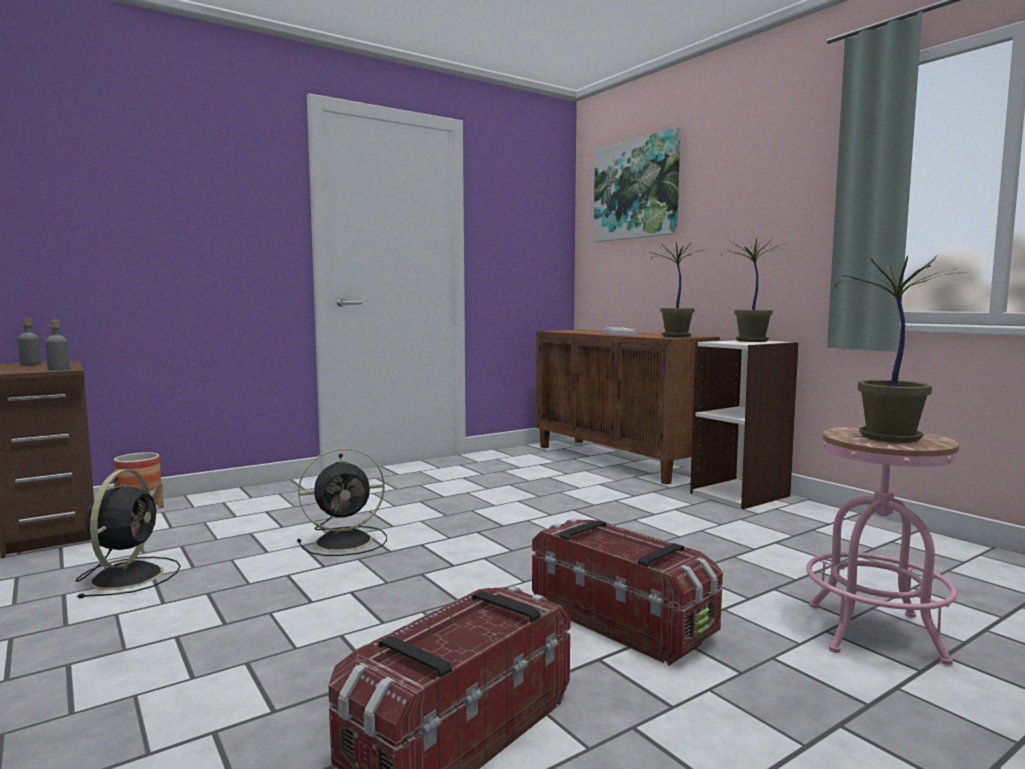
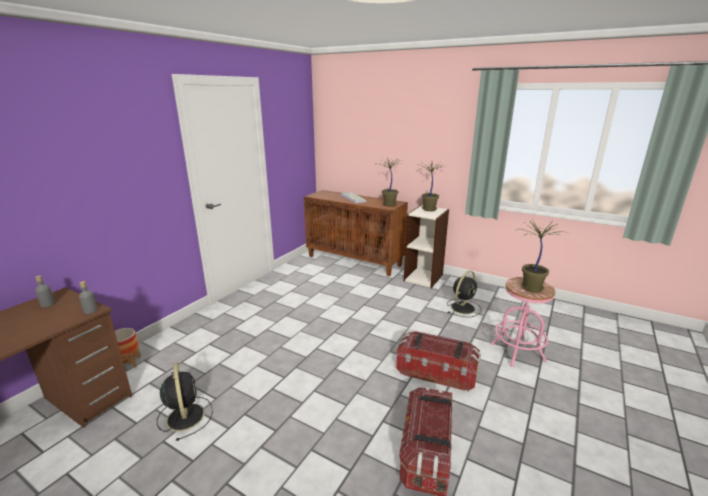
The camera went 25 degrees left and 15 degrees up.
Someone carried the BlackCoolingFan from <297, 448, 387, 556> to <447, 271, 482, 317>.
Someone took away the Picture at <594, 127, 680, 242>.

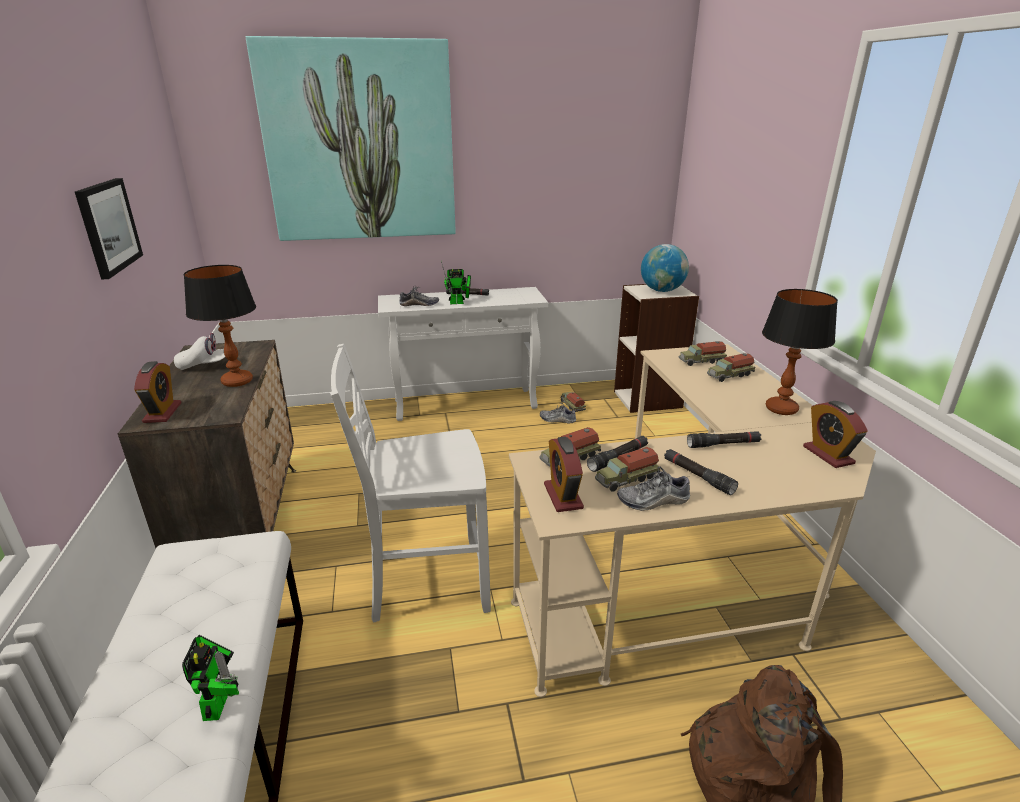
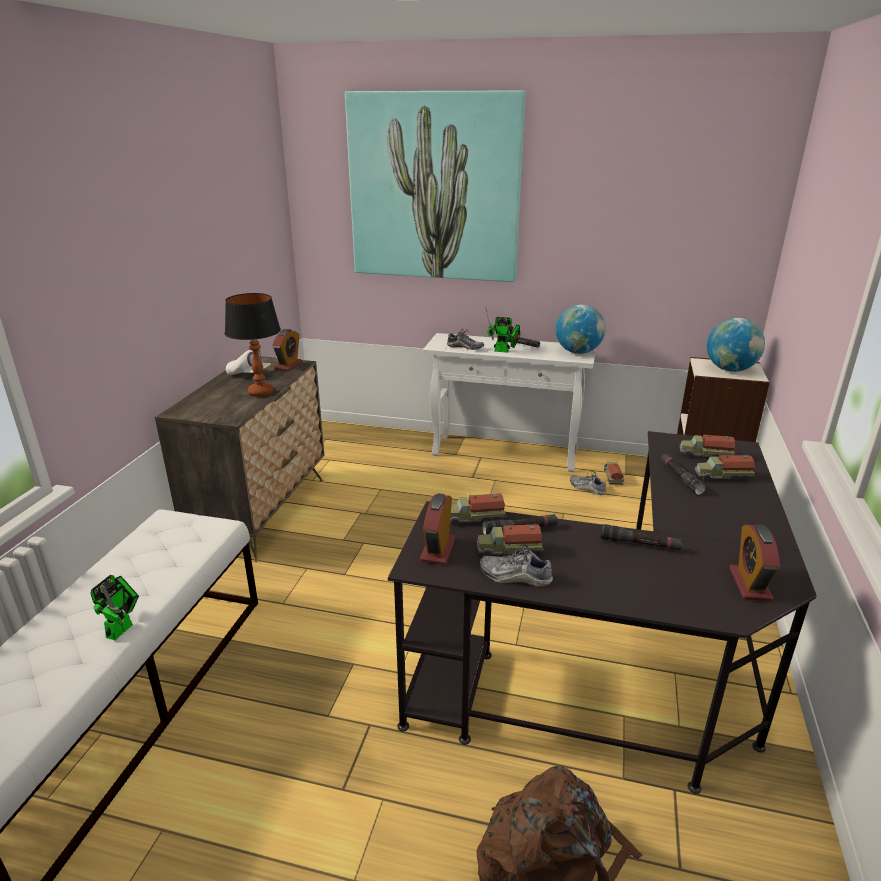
The camera went 25 degrees right and 0 degrees up.
Someone carried the TableClock from <134, 361, 182, 423> to <273, 329, 303, 371>.
Someone repainted the BeigeDeskTable at <509, 344, 876, 697>, which became the BlackDeskTable at <388, 431, 817, 794>.
Someone put down the WorldGlobe at <556, 304, 605, 354>.
Someone carried the BlackHandTorch from <664, 449, 738, 495> to <661, 454, 706, 495>.
Someone took away the Picture at <75, 178, 143, 280>.
Someone took away the WhitishPlainChair at <330, 344, 491, 623>.
Someone took away the TabletopLamp at <762, 289, 838, 415>.

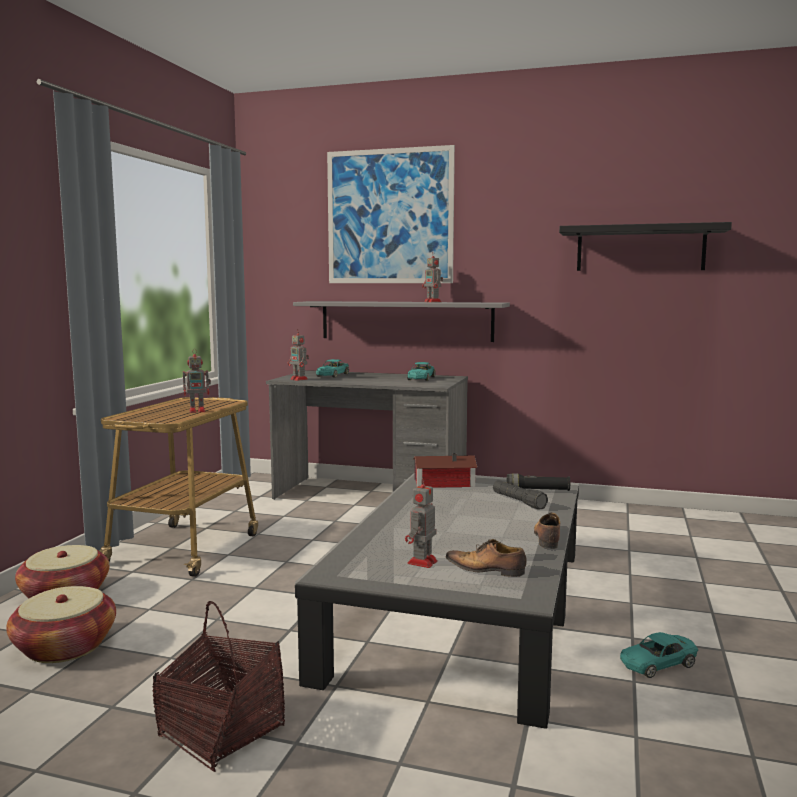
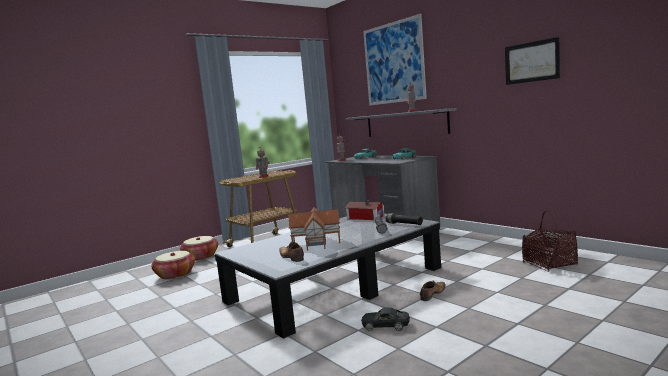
The camera went 35 degrees right and 0 degrees up.
Someone put down the ModelHouse at <288, 207, 340, 251>.
Someone repainted the TurquoiseColouredModelCar at <620, 632, 698, 678>, which became the BlackModelCar at <361, 308, 410, 331>.
Someone carried the LowShoe from <534, 512, 560, 549> to <420, 280, 446, 301>.
Someone swapped the BlackWallShelf at <559, 222, 732, 271> for the Picture at <505, 37, 560, 85>.
Someone carried the HouseholdBasket from <152, 601, 285, 772> to <522, 211, 578, 272>.
Someone took away the RobotFigure at <405, 477, 438, 568>.

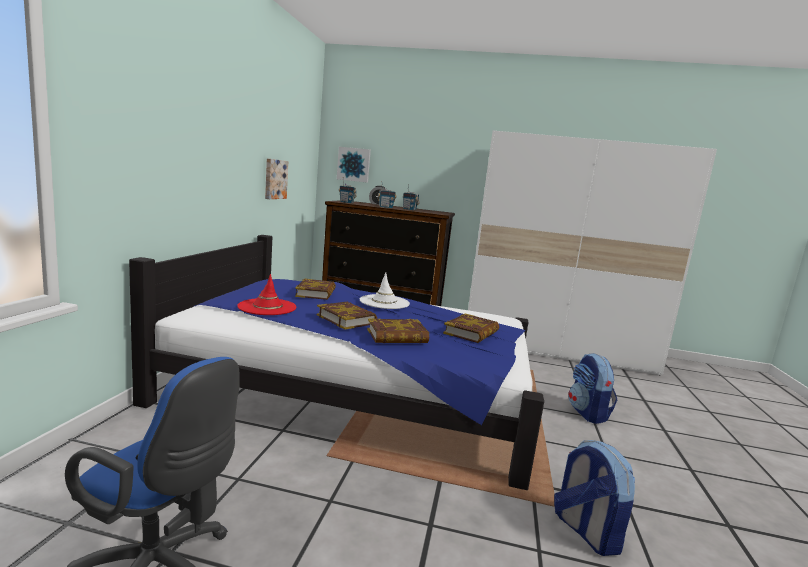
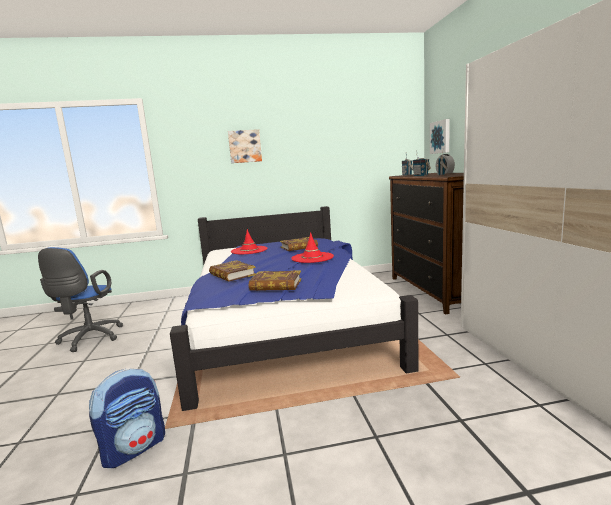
The camera went 70 degrees right and 0 degrees up.
Someone carried the Picture from <265, 158, 288, 199> to <228, 129, 262, 163>.
Someone repainted the WhitishWearableHat at <360, 272, 410, 309>, which became the RedColouredWearableHat at <291, 232, 334, 263>.
Someone took away the Volume at <317, 302, 377, 330>.
Someone took away the Rucksack at <568, 353, 617, 424>.

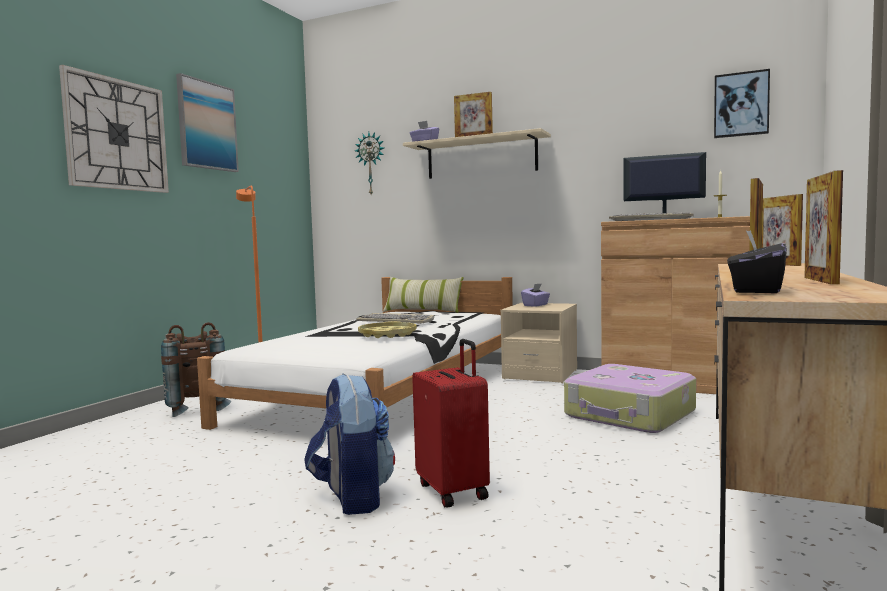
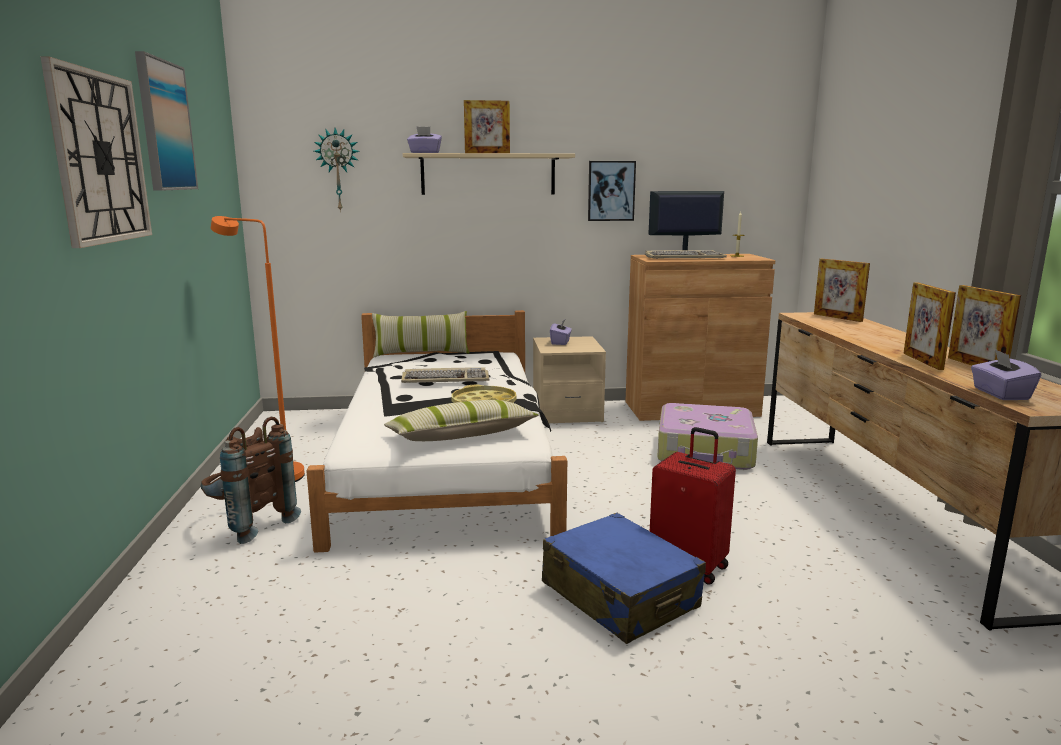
The camera went 30 degrees left and 10 degrees up.
Someone put down the ThrowPillow at <384, 400, 538, 441>.
Someone swapped the Rucksack at <304, 374, 395, 515> for the BlueTravelCase at <542, 513, 706, 644>.
Someone carried the Picture from <714, 69, 770, 138> to <588, 161, 636, 221>.
Someone repainted the BlackTissueBox at <727, 230, 787, 293>, which became the PurplishTissueBox at <971, 349, 1041, 400>.

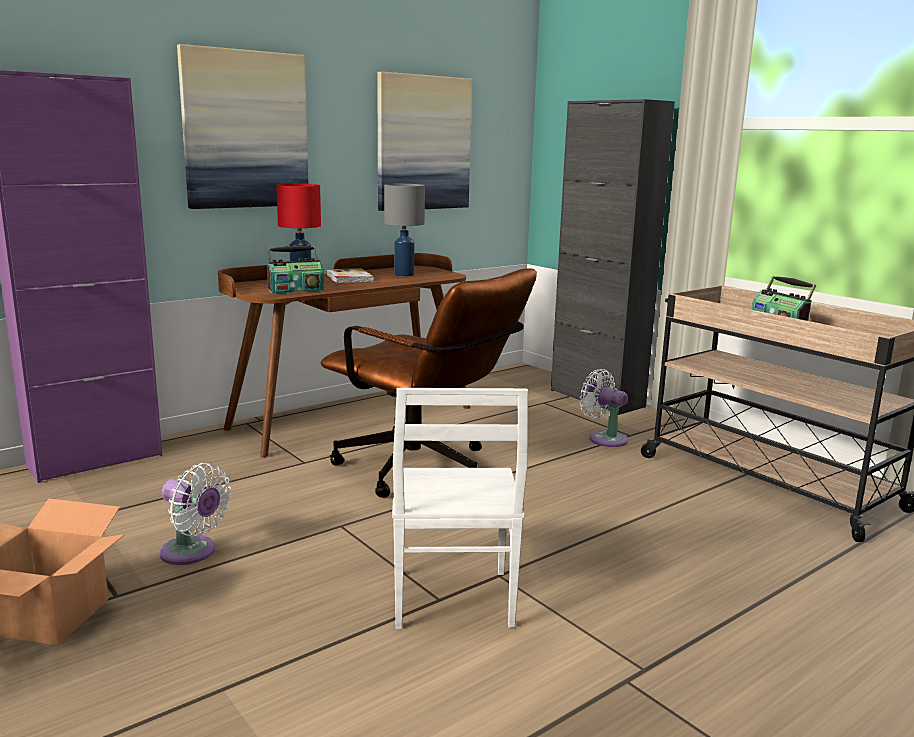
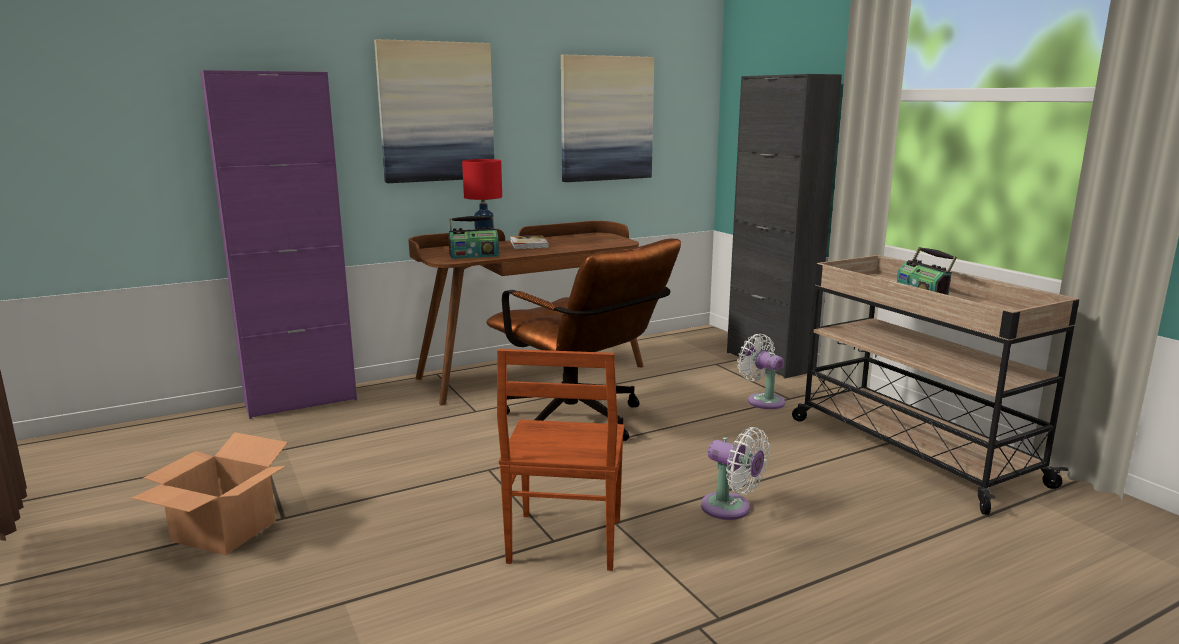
The camera went 10 degrees right and 0 degrees up.
Someone repainted the WhitishPlainChair at <392, 388, 528, 629>, which became the BrownPlainChair at <497, 349, 624, 571>.
Someone carried the WhitishCoolingFan from <159, 463, 231, 565> to <701, 427, 769, 520>.
Someone took away the GreyTabletopLamp at <384, 184, 425, 277>.

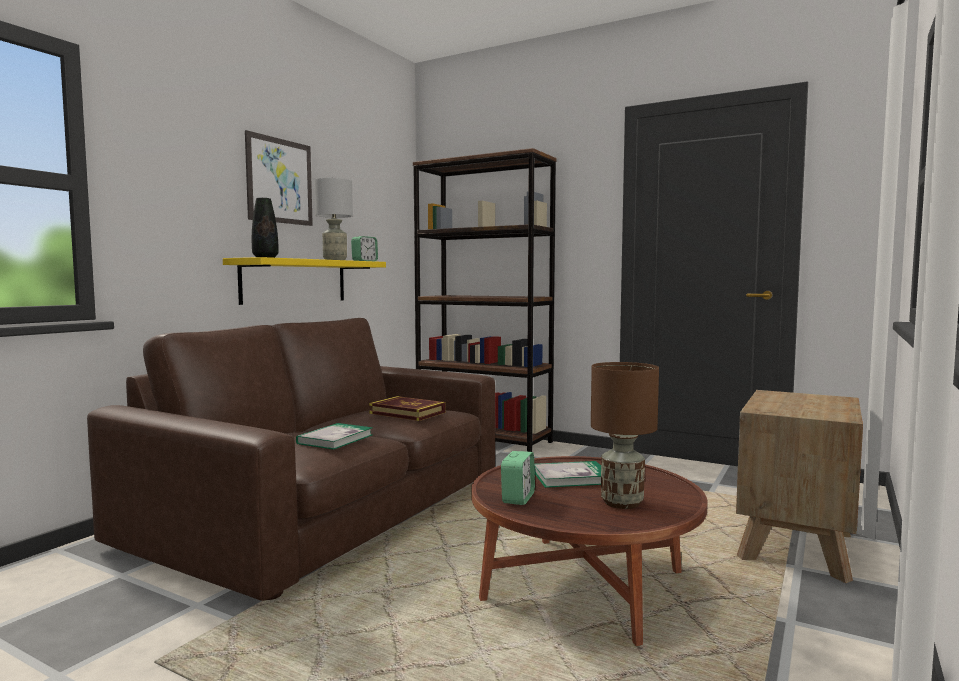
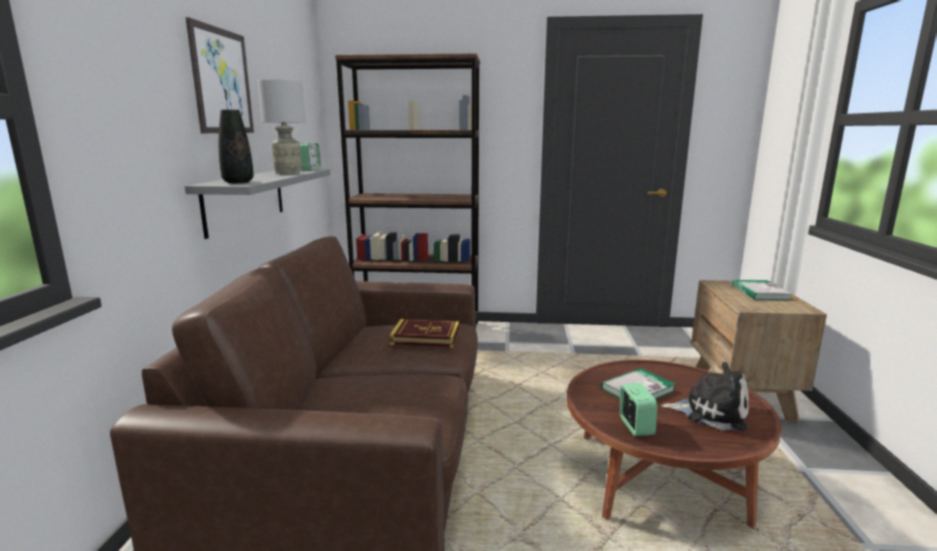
The camera went 25 degrees left and 10 degrees up.
Someone repainted the YellowishWallShelf at <223, 257, 386, 305>, which became the GreyWallShelf at <185, 169, 330, 239>.
Someone swapped the BrownTabletopLamp at <591, 362, 659, 509> for the PlushToy at <661, 362, 749, 431>.
Someone carried the Volume from <296, 423, 373, 450> to <732, 280, 792, 300>.

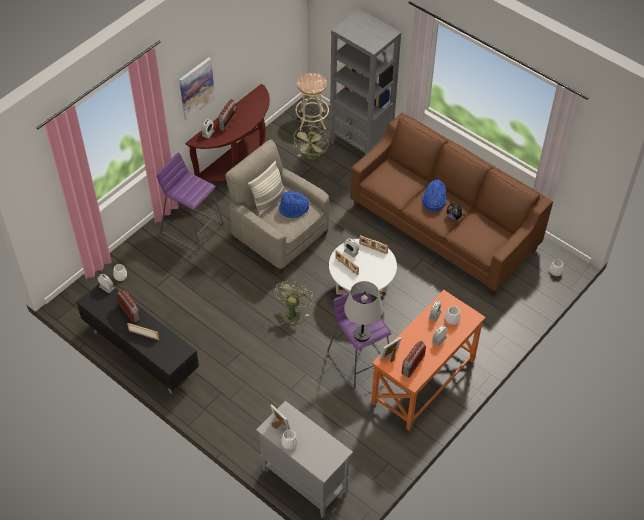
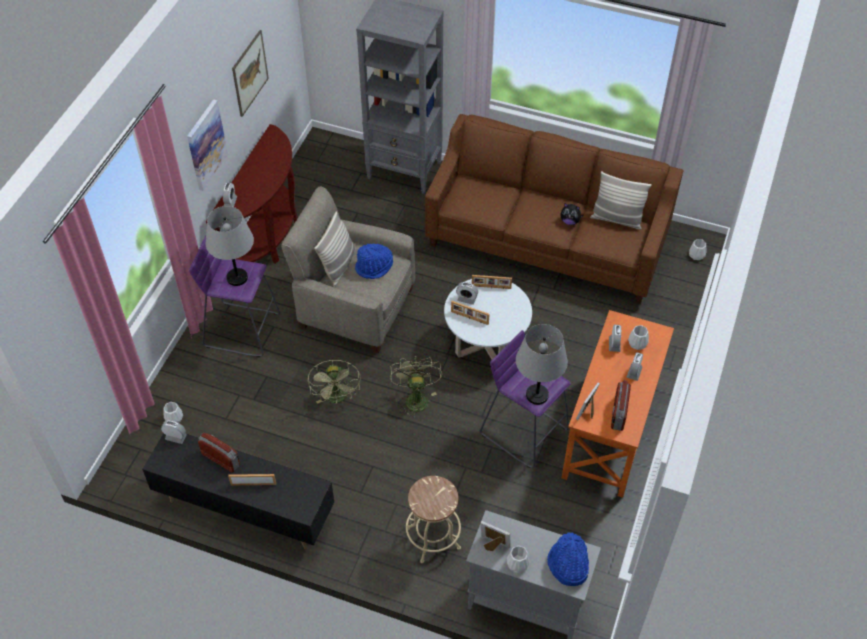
The camera went 20 degrees left and 0 degrees up.
Someone put down the GreyTabletopLamp at <206, 206, 254, 286>.
Someone put up the Picture at <232, 30, 269, 117>.
Someone carried the GreenCoolingFan from <293, 125, 329, 160> to <308, 360, 361, 404>.
Someone carried the BeigeSittingStool from <295, 73, 329, 130> to <406, 476, 461, 563>.
Someone carried the BlueWearableHat from <422, 179, 447, 212> to <547, 532, 589, 586>.
Someone put down the ThrowPillow at <590, 171, 652, 230>.
Someone took away the RadioSet at <218, 99, 237, 131>.

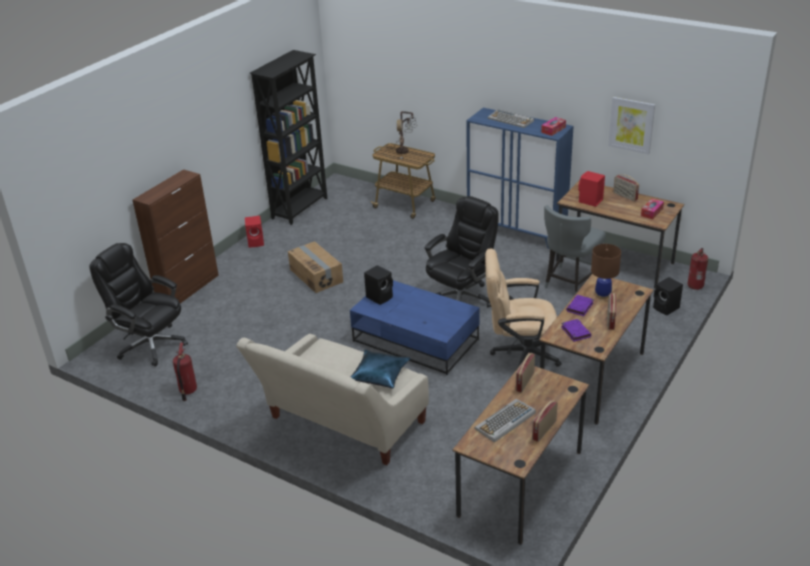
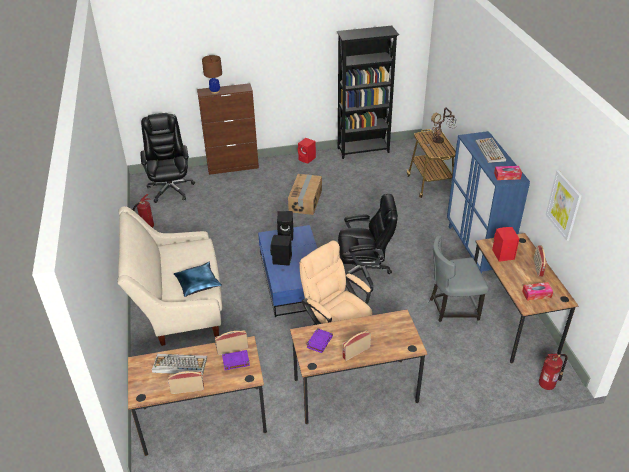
The camera went 45 degrees right and 5 degrees up.
Someone carried the BrownTabletopLamp from <591, 244, 621, 299> to <202, 55, 222, 94>.
Someone carried the PurplishVolume from <566, 295, 594, 316> to <222, 350, 250, 370>.
Someone carried the BlackAudioSpeaker from <653, 277, 683, 315> to <270, 235, 292, 266>.

